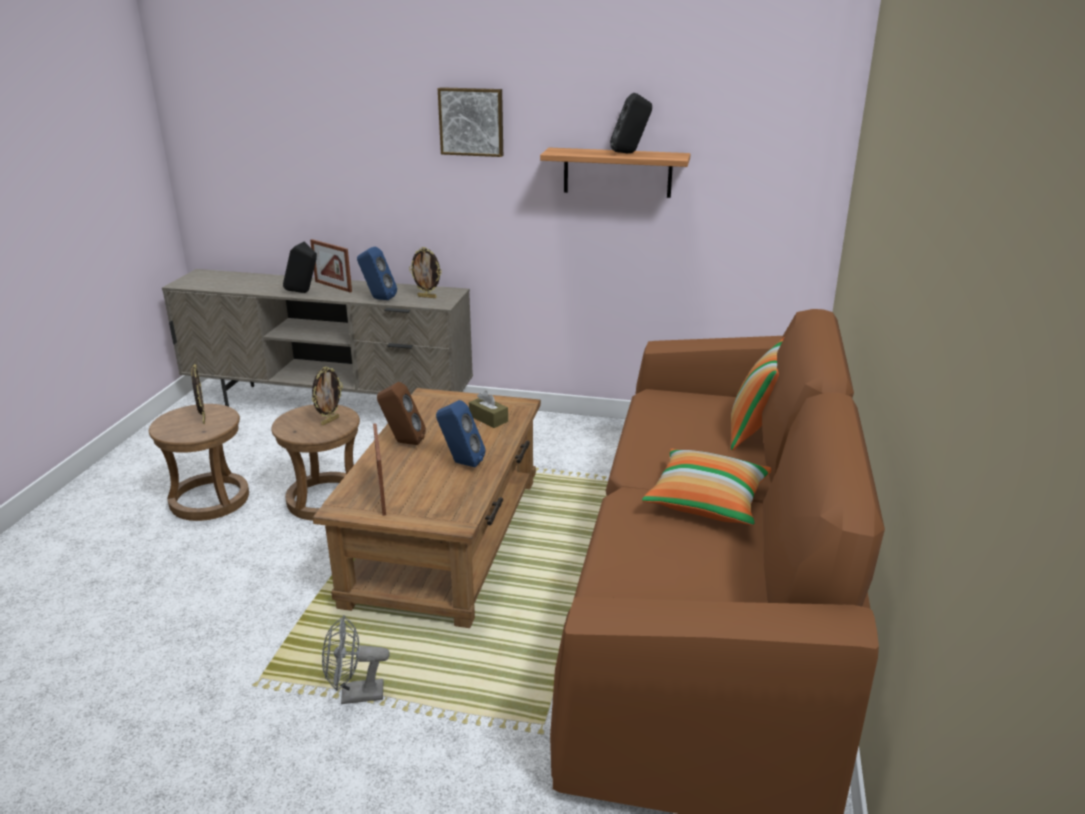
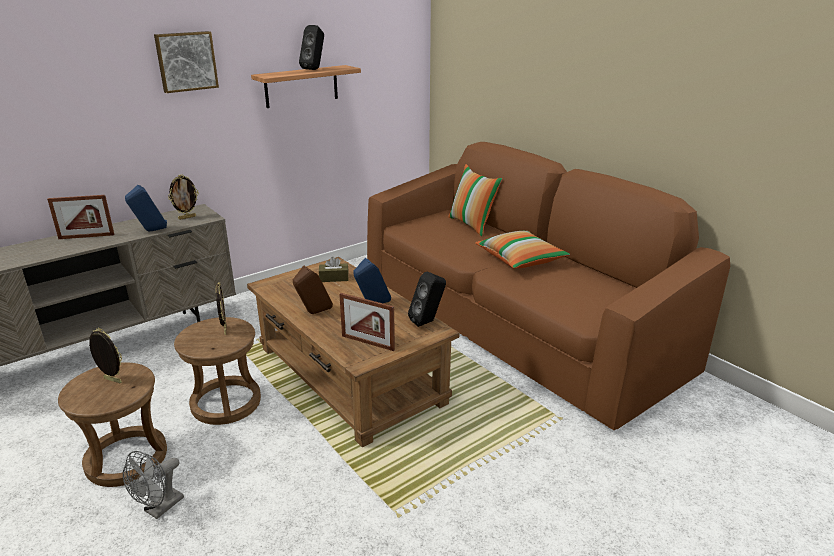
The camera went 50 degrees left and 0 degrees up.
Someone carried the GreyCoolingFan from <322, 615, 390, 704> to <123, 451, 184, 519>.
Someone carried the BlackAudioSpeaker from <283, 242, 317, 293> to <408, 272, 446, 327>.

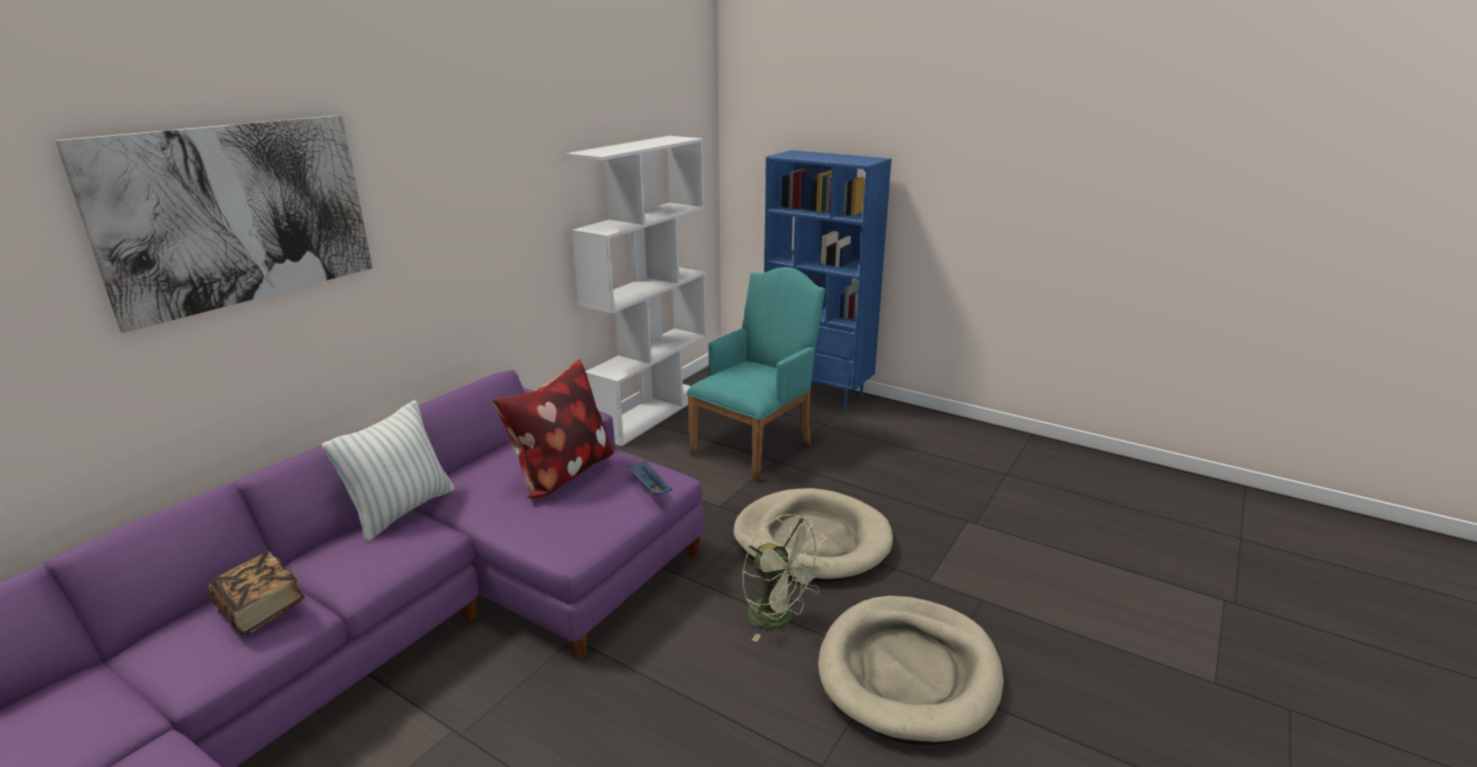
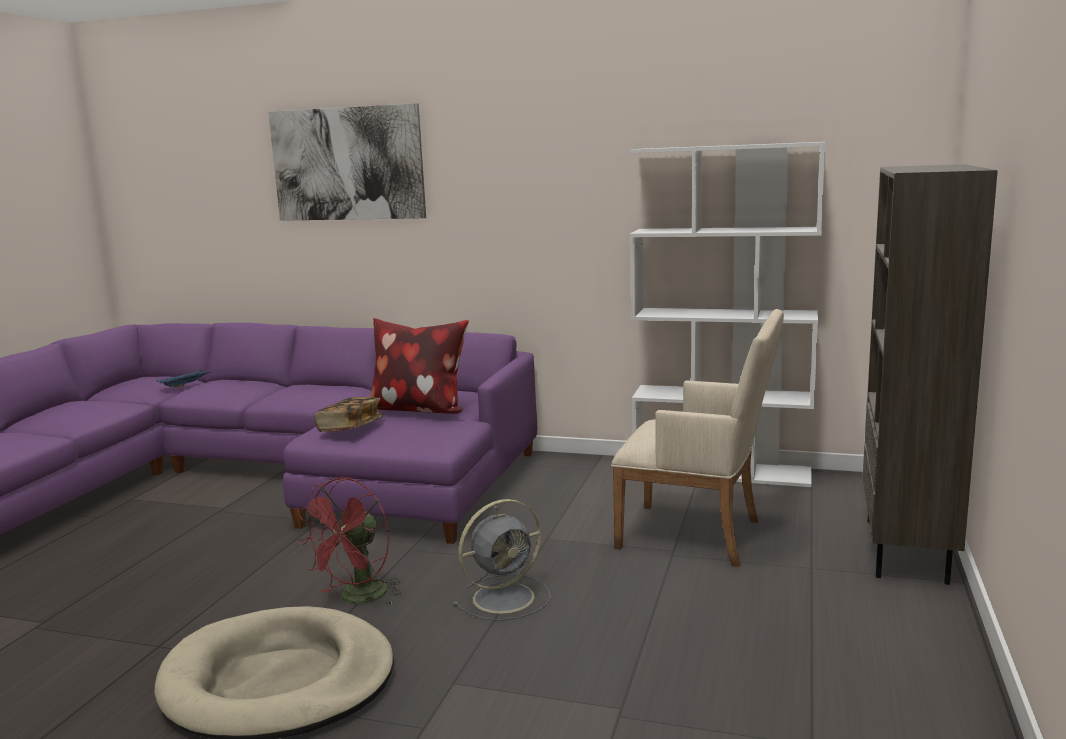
The camera went 75 degrees right and 10 degrees down.
Someone carried the BlueCarryingTray from <628, 460, 672, 495> to <157, 369, 210, 387>.
Someone repainted the GreenCoolingFan at <742, 514, 828, 642>, which became the RedColouredCoolingFan at <297, 477, 403, 605>.
Someone carried the Volume from <207, 551, 305, 635> to <314, 397, 383, 432>.
Someone swapped the BeigePetBed at <733, 488, 893, 582> for the GreyCoolingFan at <453, 499, 551, 621>.
Someone repainted the TurquoiseColouredLoungeChair at <686, 267, 826, 482>, which became the BeigeLoungeChair at <611, 309, 784, 567>.
Someone repainted the BlueBookshelf at <764, 150, 891, 411>, which became the BrownBookshelf at <863, 164, 998, 585>.
Someone took away the ThrowPillow at <322, 400, 454, 542>.

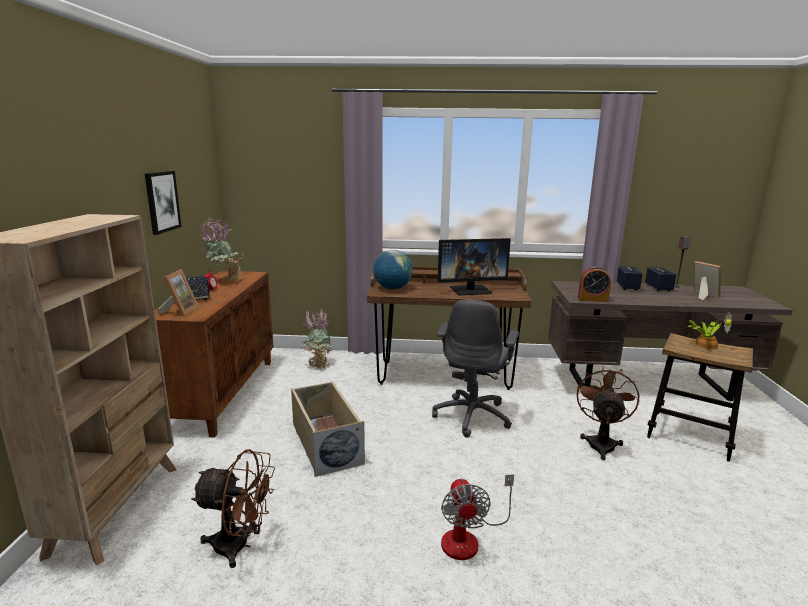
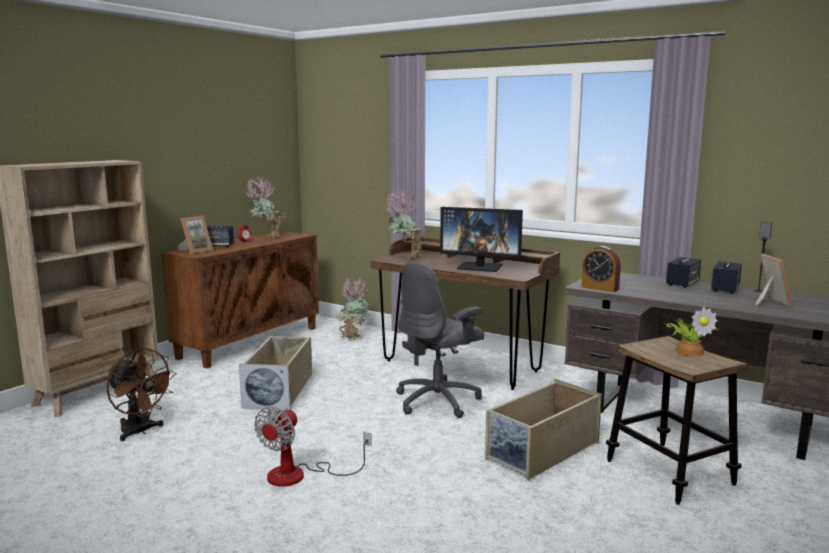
The camera went 30 degrees right and 5 degrees down.
Someone swapped the WorldGlobe at <374, 250, 413, 289> for the PottedPlant at <384, 189, 428, 259>.
Someone swapped the BrownCoolingFan at <577, 367, 639, 460> for the BeigeStorageContainer at <485, 379, 602, 480>.
Someone took away the Picture at <145, 171, 182, 235>.

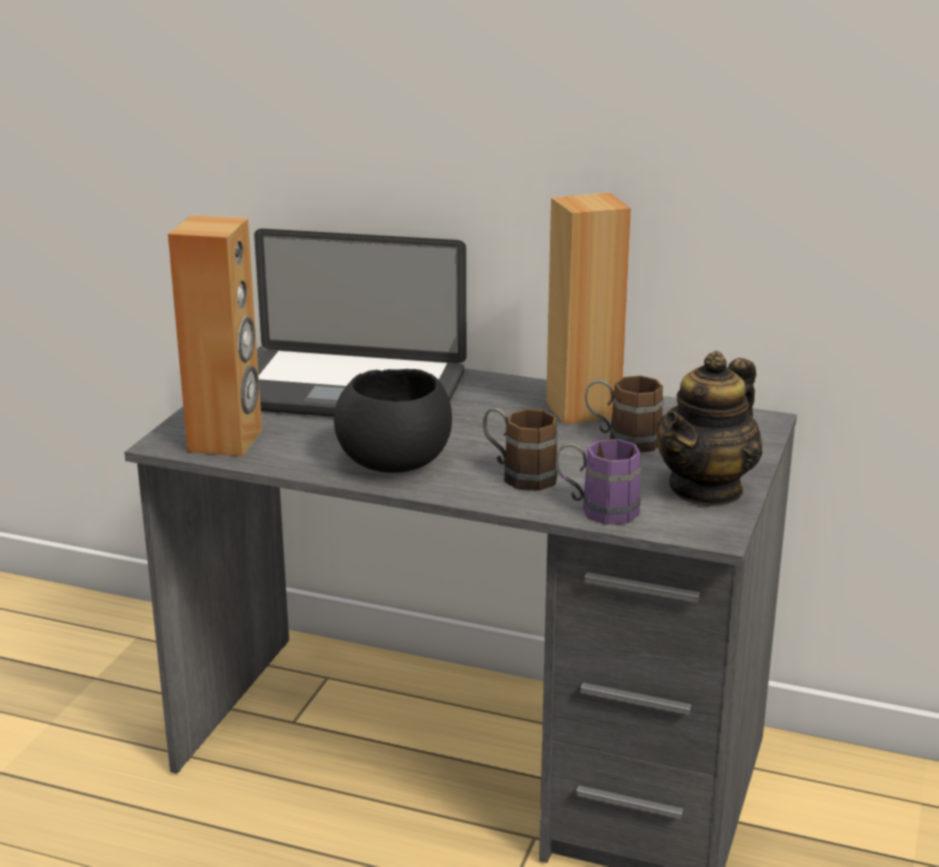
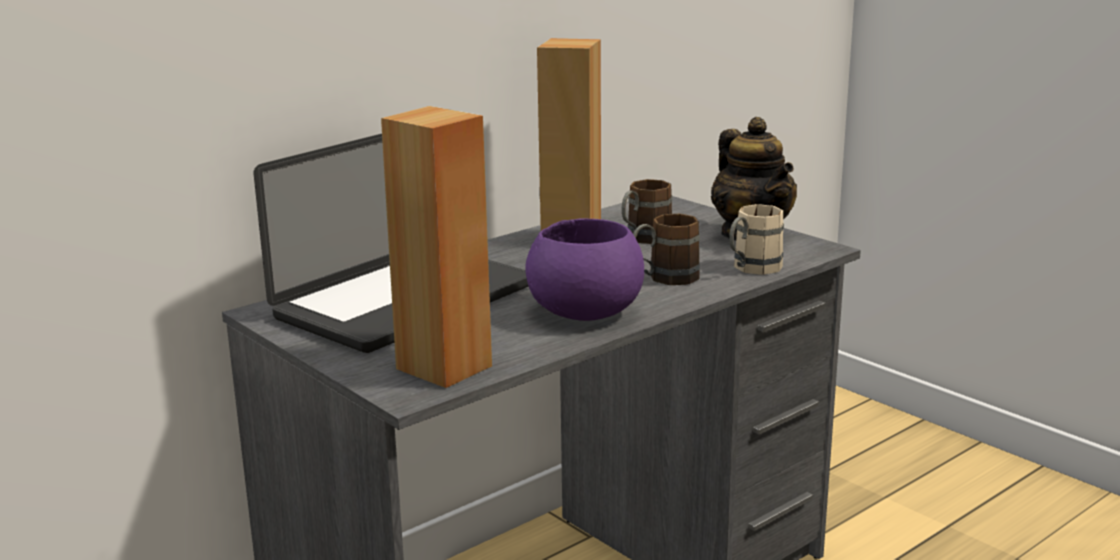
The camera went 60 degrees left and 5 degrees down.
Someone repainted the BlackBowl at <334, 369, 452, 473>, which became the PurplishBowl at <525, 219, 644, 321>.
Someone repainted the PurplishTeaMug at <556, 439, 641, 525>, which became the BeigeTeaMug at <729, 204, 784, 275>.

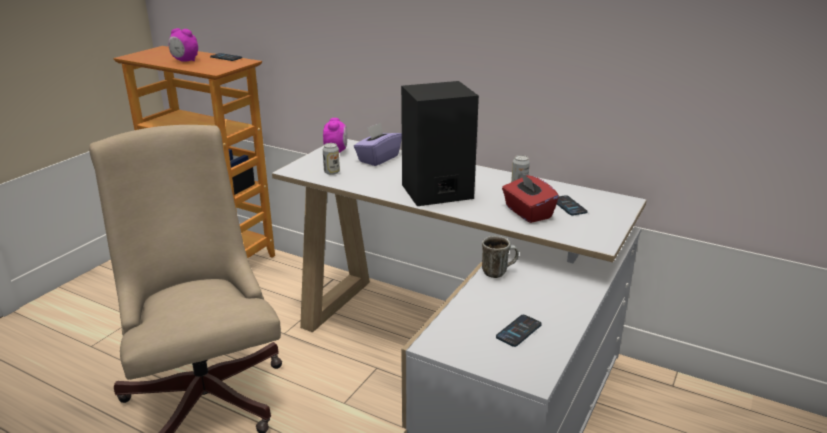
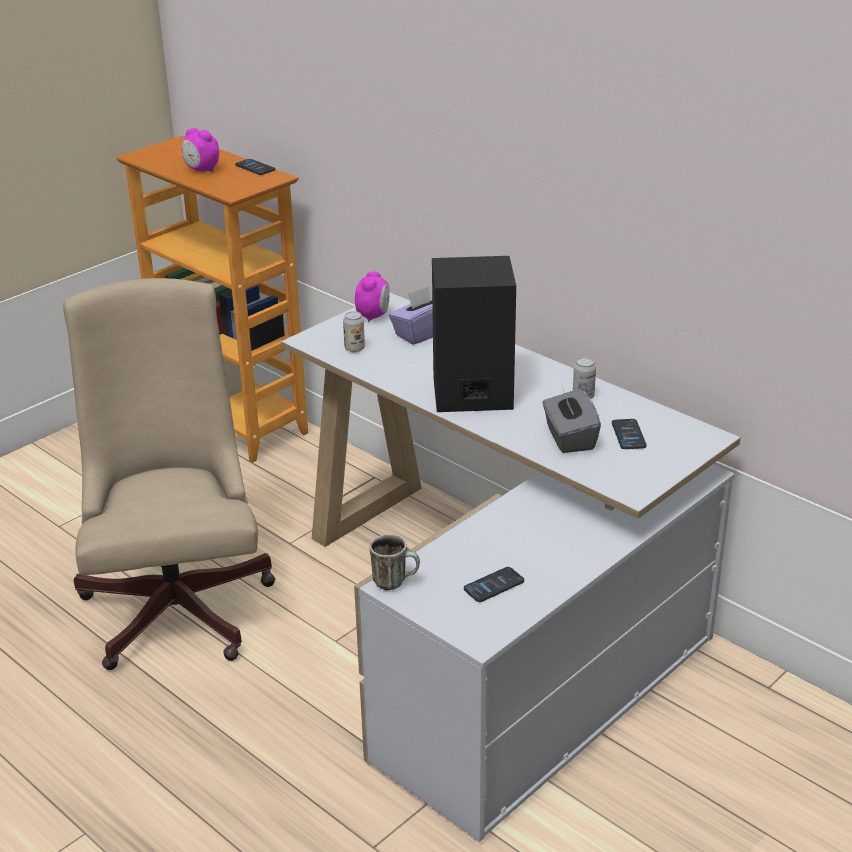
The camera went 15 degrees right and 5 degrees up.
Someone carried the TeaMug from <482, 236, 519, 278> to <370, 534, 420, 590>.
Someone repainted the RedColouredTissueBox at <502, 171, 559, 223>, which became the GreyTissueBox at <542, 387, 601, 453>.

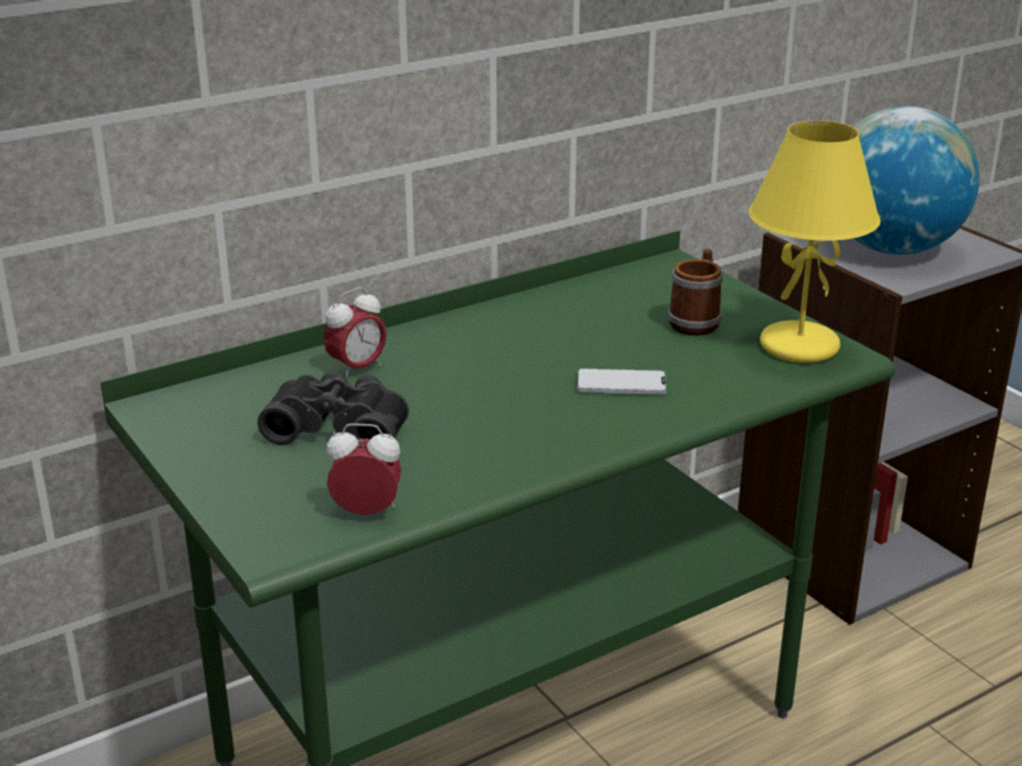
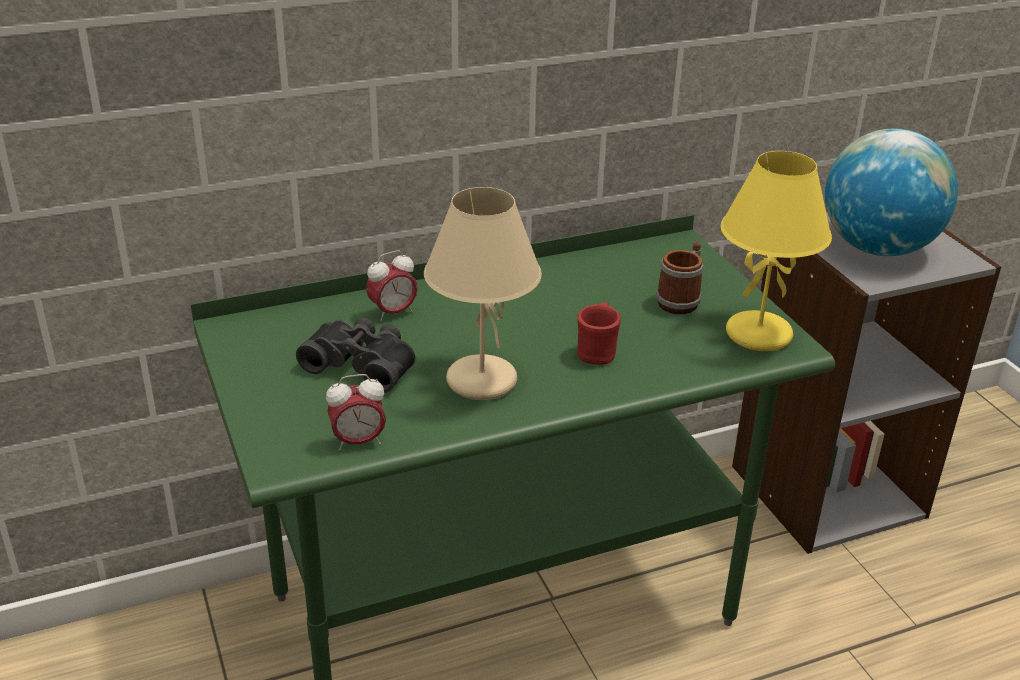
The camera went 10 degrees right and 5 degrees up.
Someone rotated the TableClock at <326, 423, 402, 515> by 150 degrees clockwise.
Someone put down the BeigeTabletopLamp at <424, 187, 542, 400>.
Someone swapped the Telephone at <577, 368, 666, 395> for the RedColouredTeaMug at <577, 302, 621, 365>.

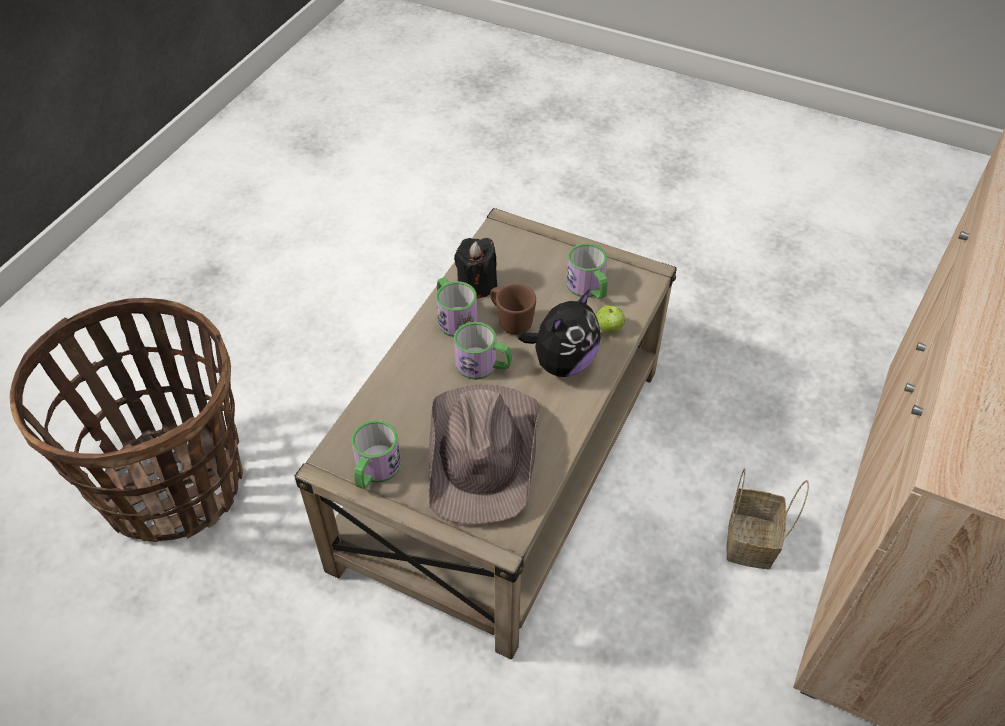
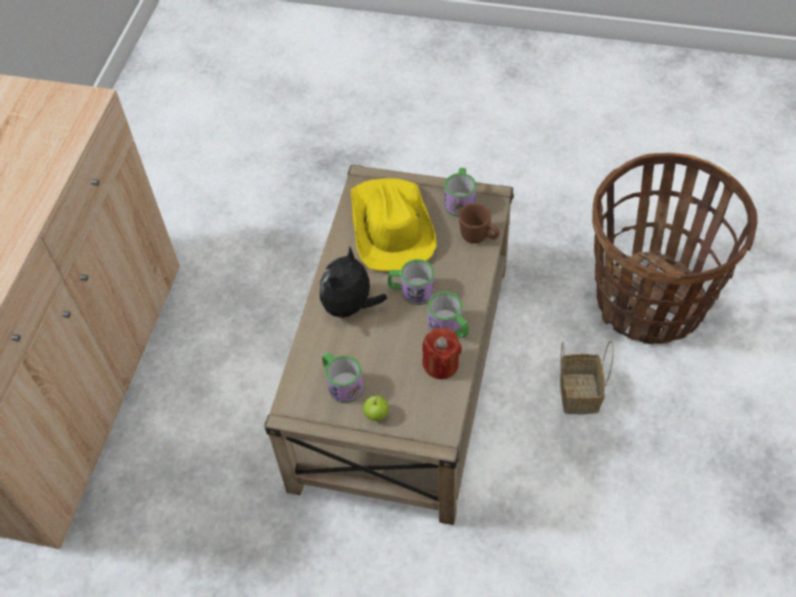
The camera went 170 degrees right and 5 degrees up.
Someone repainted the BrownWearableHat at <429, 385, 540, 524>, which became the YellowishWearableHat at <351, 178, 437, 271>.
Someone carried the Apple from <596, 305, 625, 333> to <363, 396, 389, 421>.
Someone repainted the BlackCandle at <454, 238, 497, 298>, which became the RedColouredCandle at <422, 328, 462, 379>.
Someone carried the BrownTeaMug from <490, 284, 536, 335> to <459, 203, 499, 243>.
Someone carried the HouseholdBasket from <727, 468, 809, 569> to <560, 340, 614, 414>.

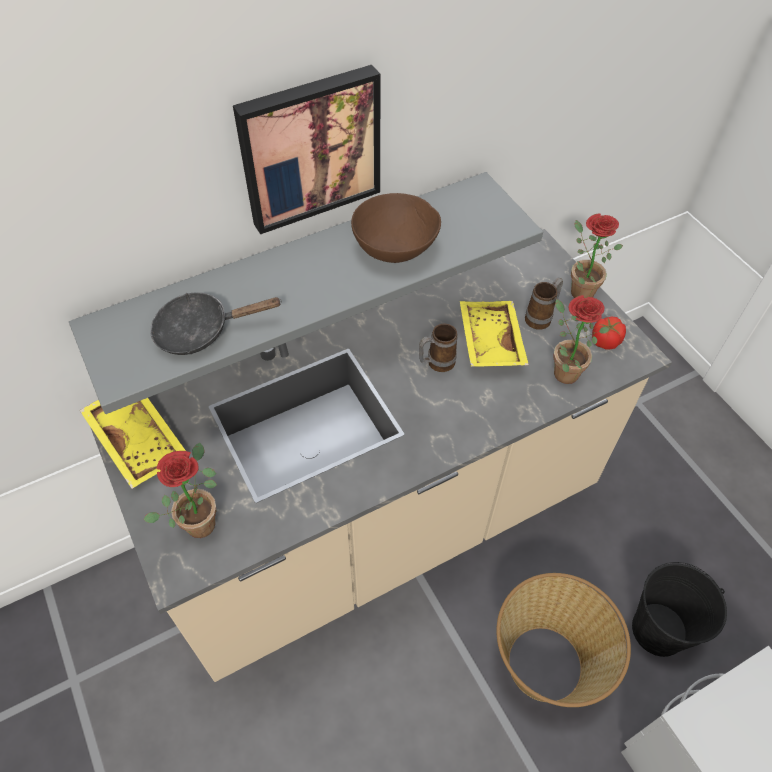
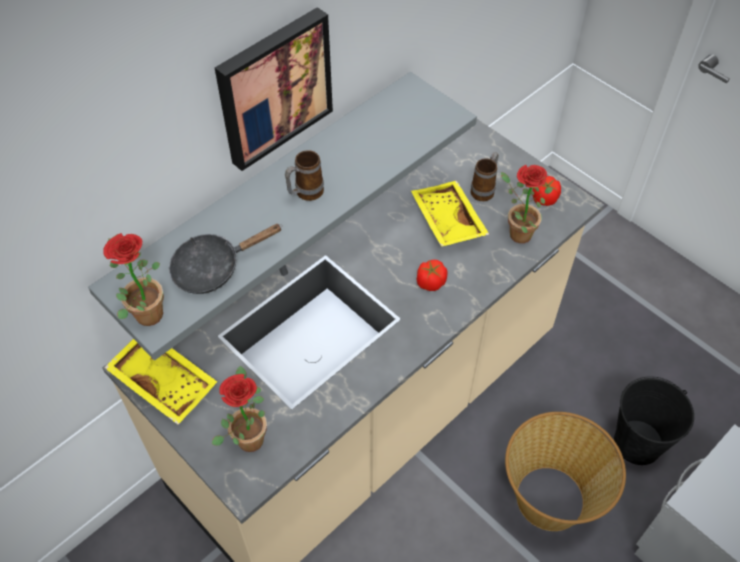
The camera went 15 degrees left and 0 degrees up.
Someone carried the PottedPlant from <571, 213, 623, 298> to <103, 233, 164, 326>.
Someone carried the TeaMug from <419, 324, 457, 372> to <285, 150, 324, 201>.
Someone put down the FreshTomato at <417, 260, 447, 291>.
Someone took away the BrownBowl at <351, 193, 441, 263>.

